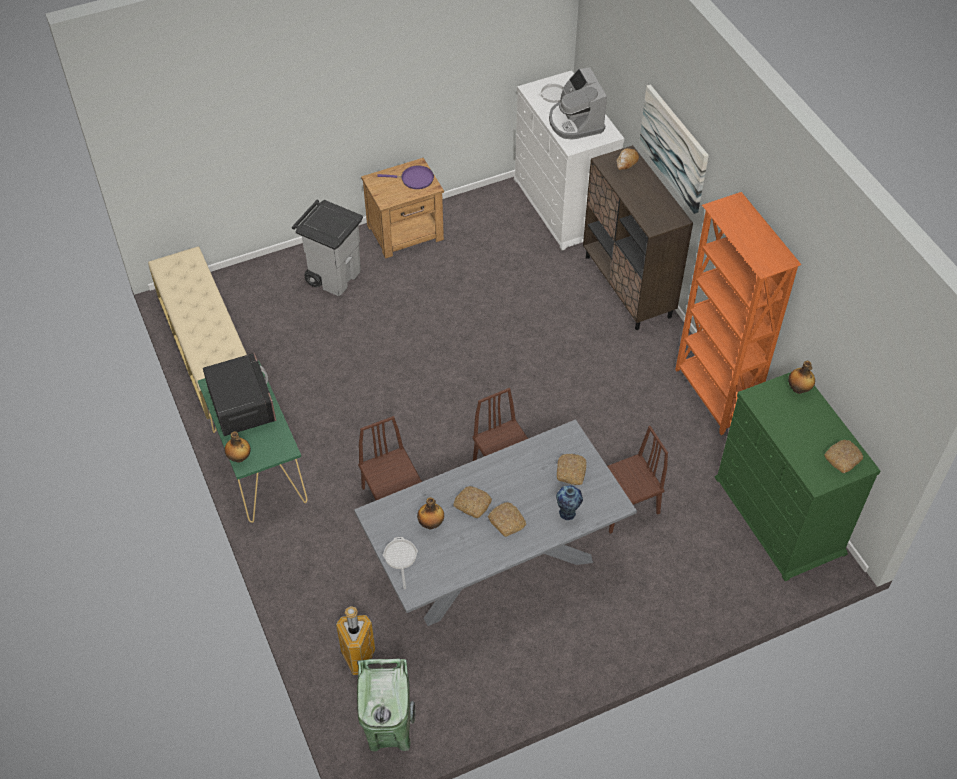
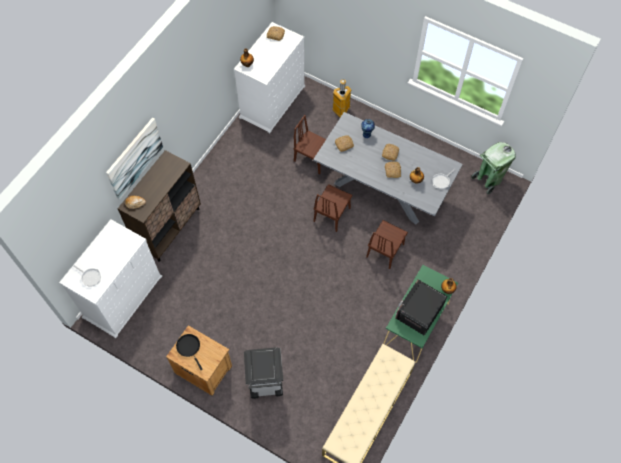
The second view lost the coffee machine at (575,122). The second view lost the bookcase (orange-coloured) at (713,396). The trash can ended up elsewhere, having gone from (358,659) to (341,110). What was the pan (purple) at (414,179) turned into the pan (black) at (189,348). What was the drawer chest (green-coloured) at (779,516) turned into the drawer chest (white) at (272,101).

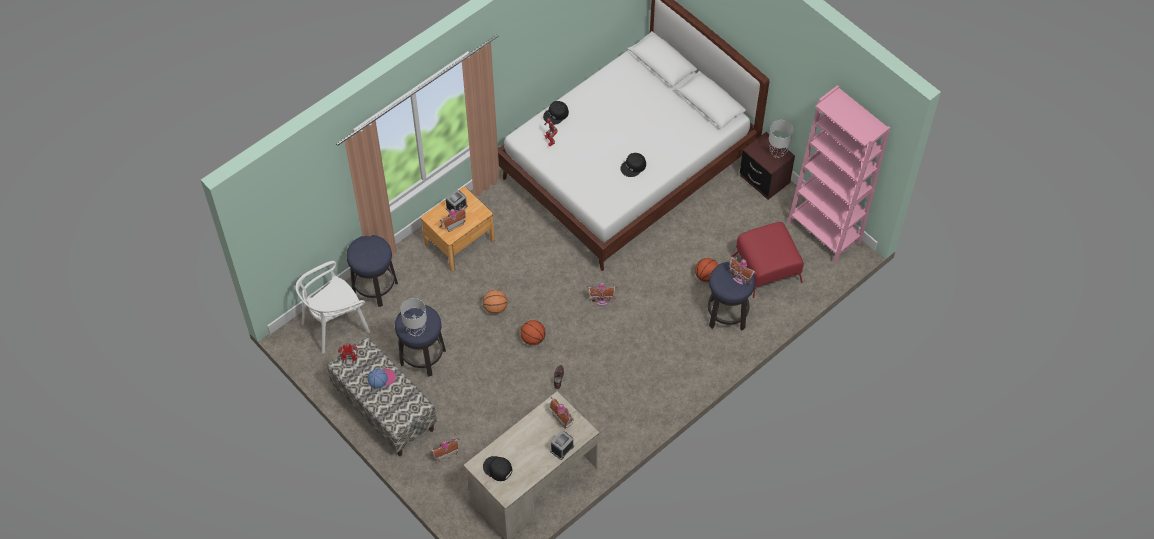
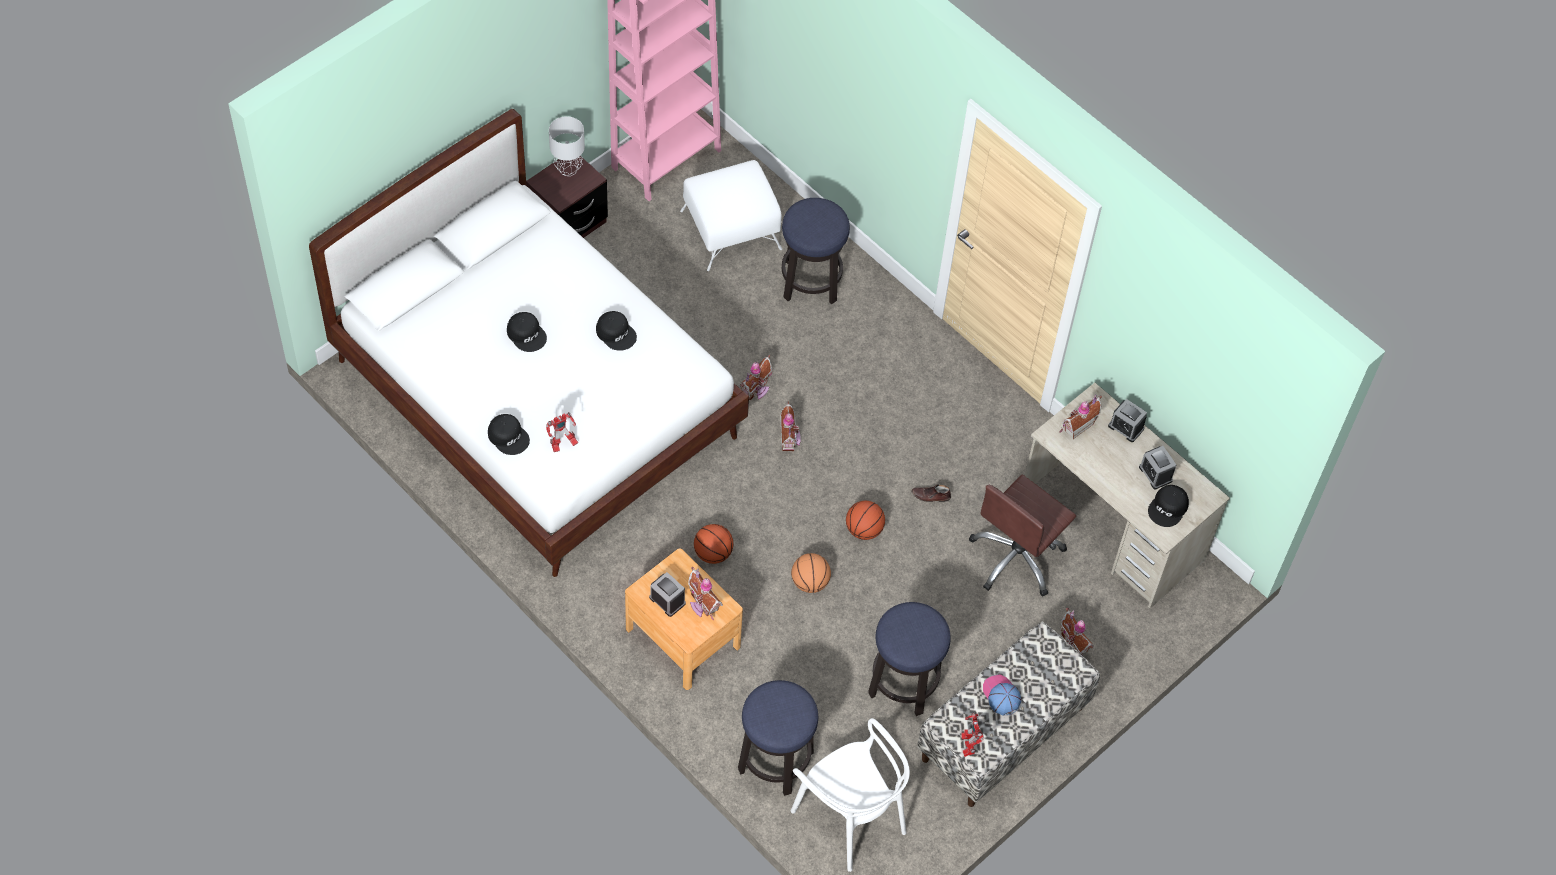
The second view lost the table lamp (greyish) at (416,330). The second view gained the baseball cap (black) at (527,334). The second view gained the computer chair (brownish) at (1017,557). The second view gained the alarm clock at (1155,474). The ball for basketball ended up elsewhere, having gone from (706,276) to (713,553). The toy house ended up elsewhere, having gone from (740,277) to (756,390). What was the footrest (reddish) at (767,269) turned into the footrest (white) at (731,230).

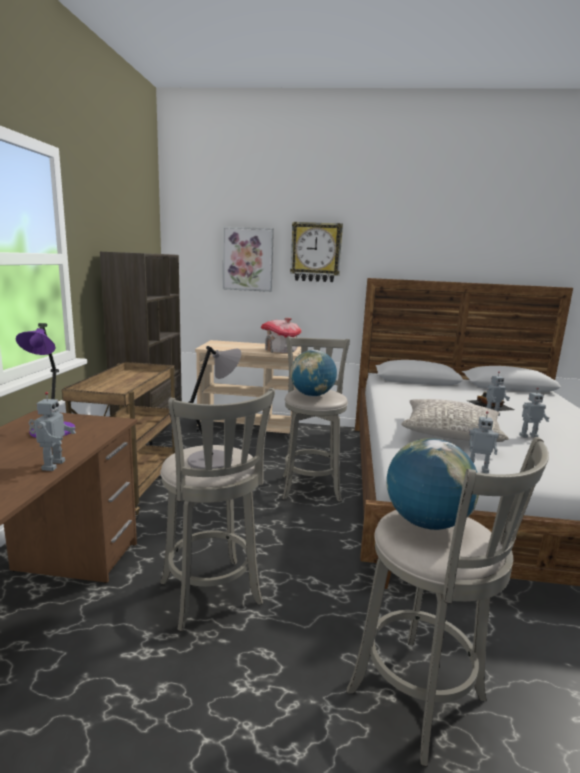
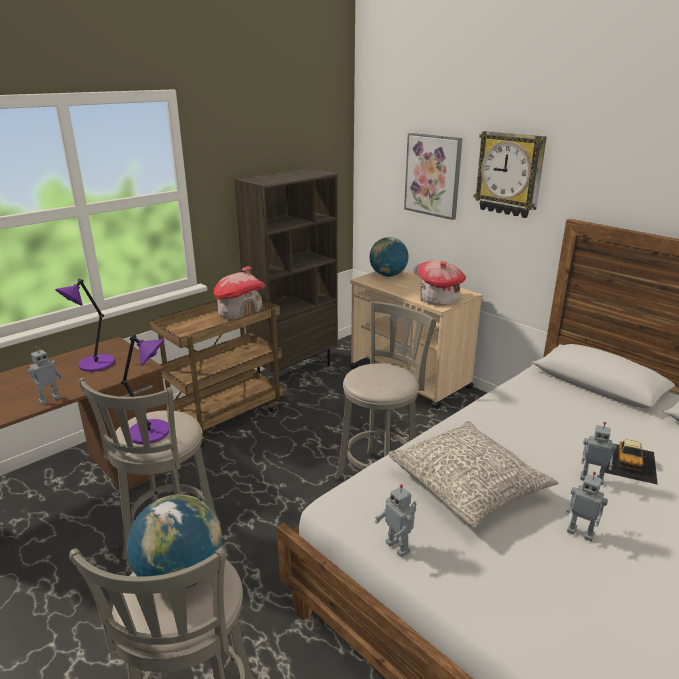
The second view gained the toy house at (240,313). The desk globe ended up elsewhere, having gone from (312,395) to (388,275). What was the table lamp (greyish) at (212,460) turned into the table lamp (purple) at (152,432).

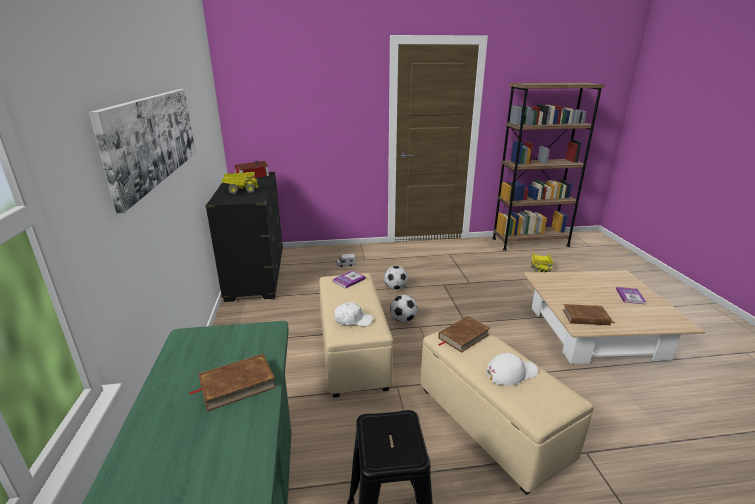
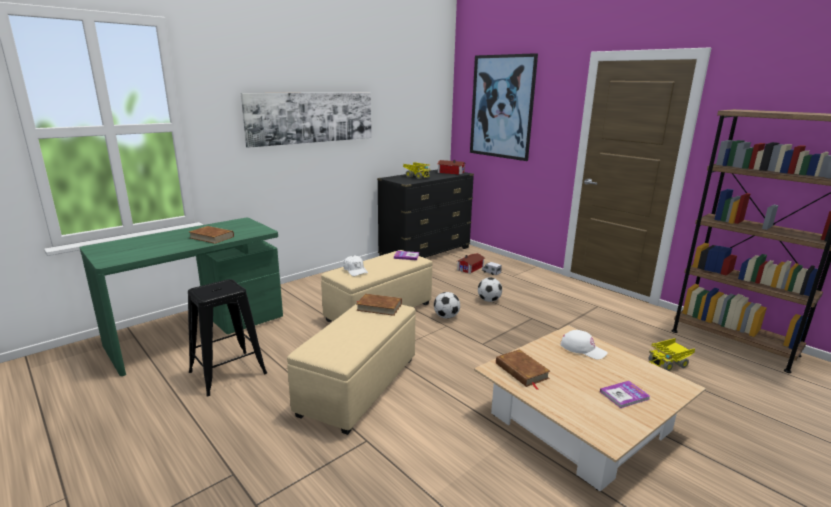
The second view gained the toy house at (471,268). The second view gained the wall art at (501,107). The baseball cap (white) ended up elsewhere, having gone from (511,372) to (583,349).

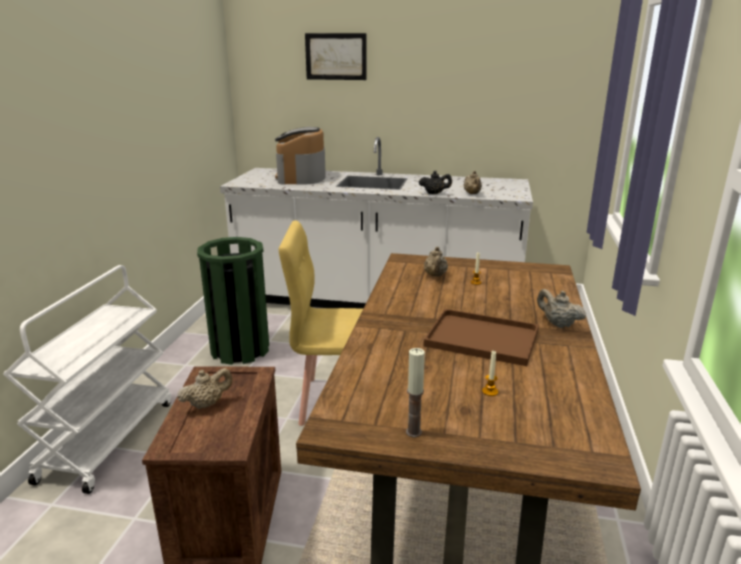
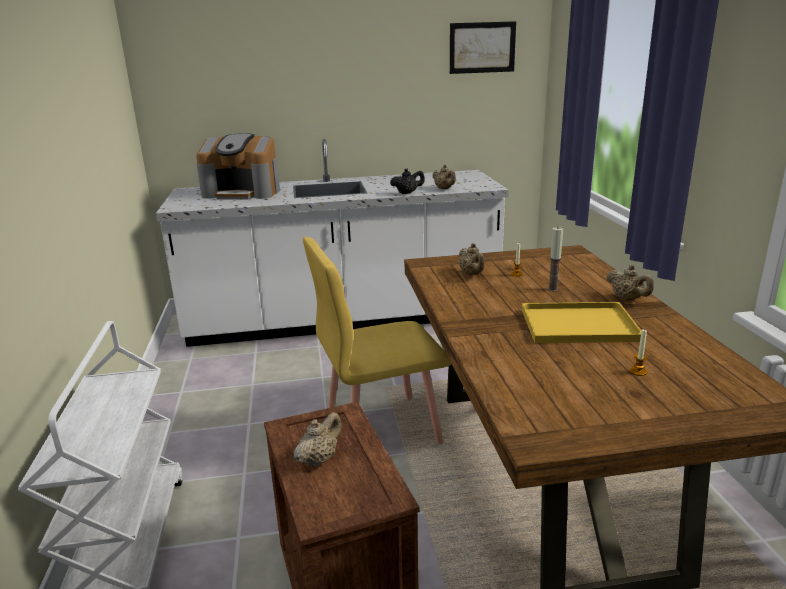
The second view lost the trash can (green-coloured) at (240,349). The wall art ended up elsewhere, having gone from (336,56) to (482,47). The wax candle ended up elsewhere, having gone from (413,432) to (553,289). What was the carrying tray (brownish) at (484,338) turned into the carrying tray (yellowish) at (580,324). The coffee machine at (301,177) ended up facing another way, 60 degrees counterclockwise from before. The tea pot (sand-coloured) at (558,324) ended up facing another way, 150 degrees counterclockwise from before.

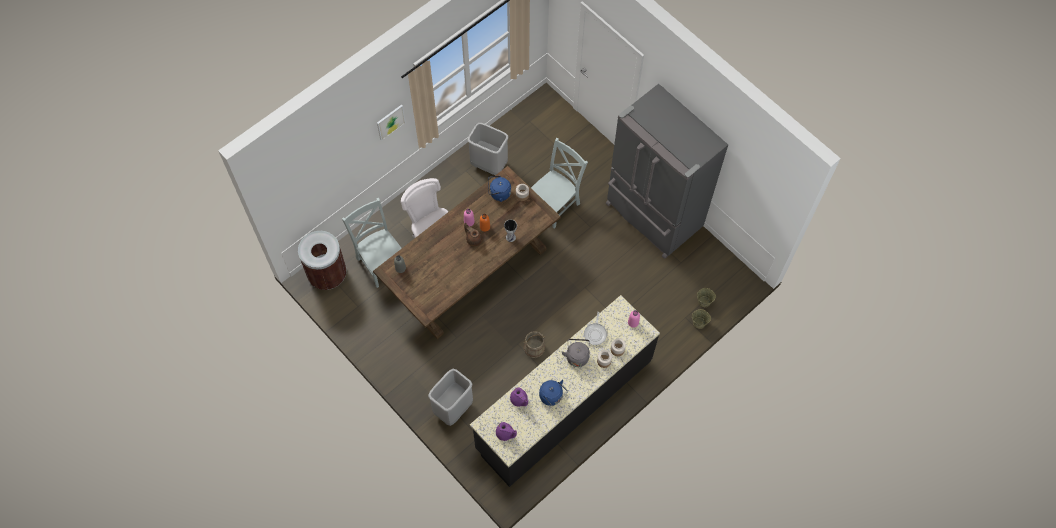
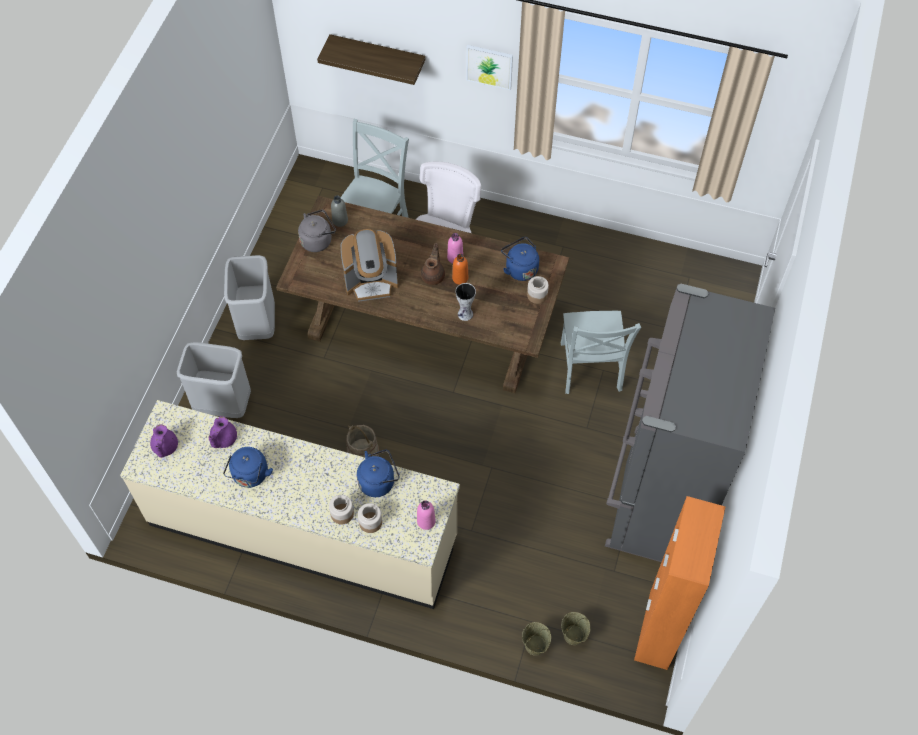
The second view lost the trash can (brownish) at (327,274). The second view gained the bracket shelf at (378,56). The second view gained the coffee machine at (371,282). The second view gained the cupboard (orange-coloured) at (658,630). The trash can (greyish) ended up elsewhere, having gone from (488,165) to (257,324). The kettle (greyish) ended up elsewhere, having gone from (577,356) to (318,240). Where the pan stood at (595,333), the kettle (blue) came to stand at (378,481). What was the kitchen counter (black) at (563,404) turned into the kitchen counter (sand-coloured) at (303,530). The upright chair (greyish) at (555,204) ended up facing another way, 75 degrees clockwise from before.

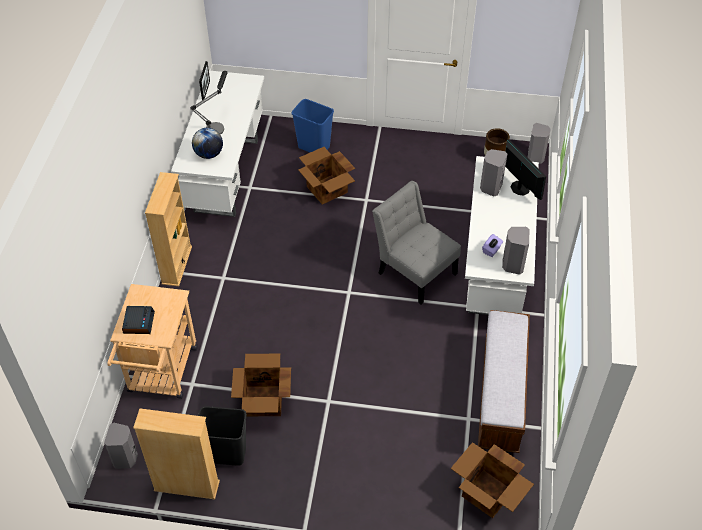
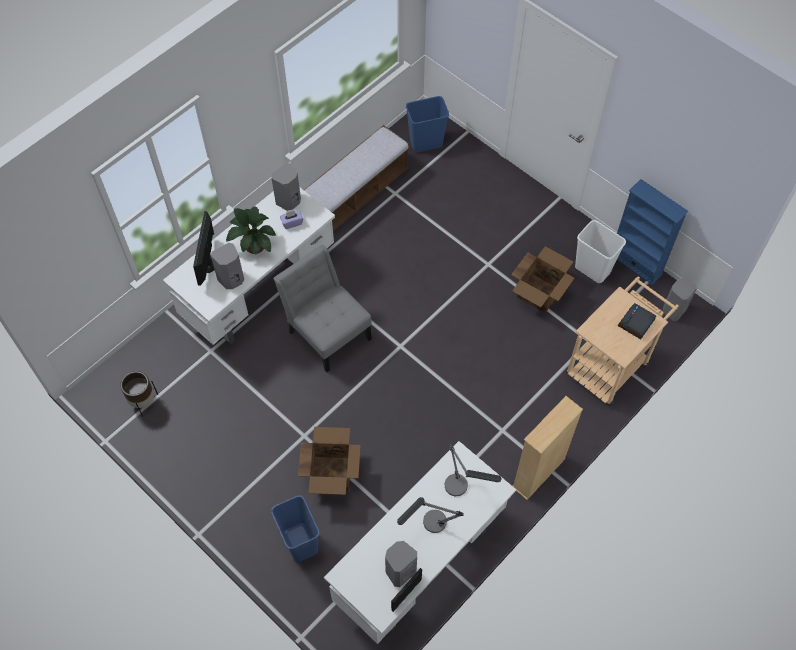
The second view gained the potted plant at (254,244). The loudspeaker (greyish) ended up elsewhere, having gone from (535,157) to (400,571). Where the desk globe stood at (209,154), the table lamp came to stand at (463,488). Where the carton stood at (488,494), the trash can (blue) came to stand at (426,142). What was the bookcase (sand-coloured) at (186,486) turned into the bookcase (blue) at (636,263). What was the trash can (black) at (226,454) turned into the trash can (white) at (593,269). The upright chair (greyish) at (414,270) ended up facing another way, 150 degrees clockwise from before.

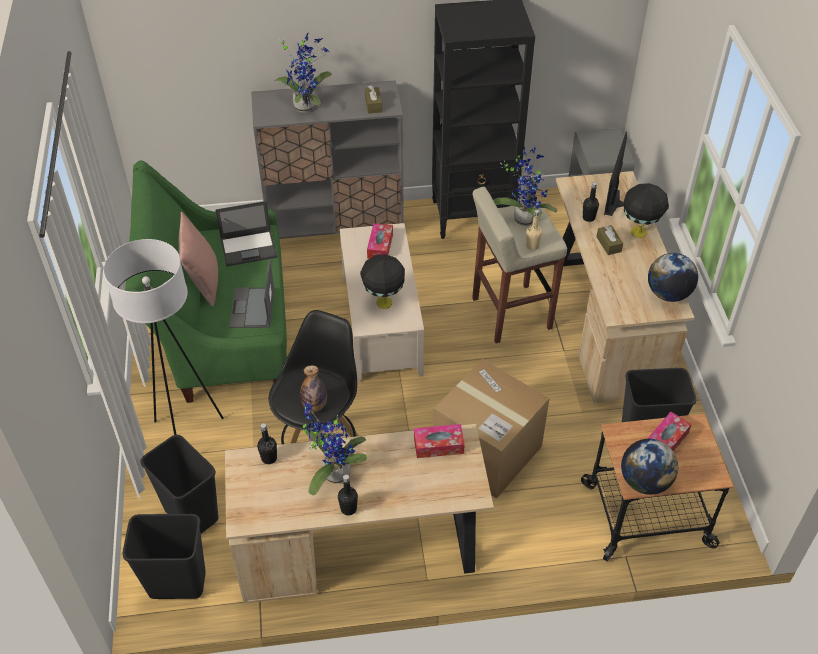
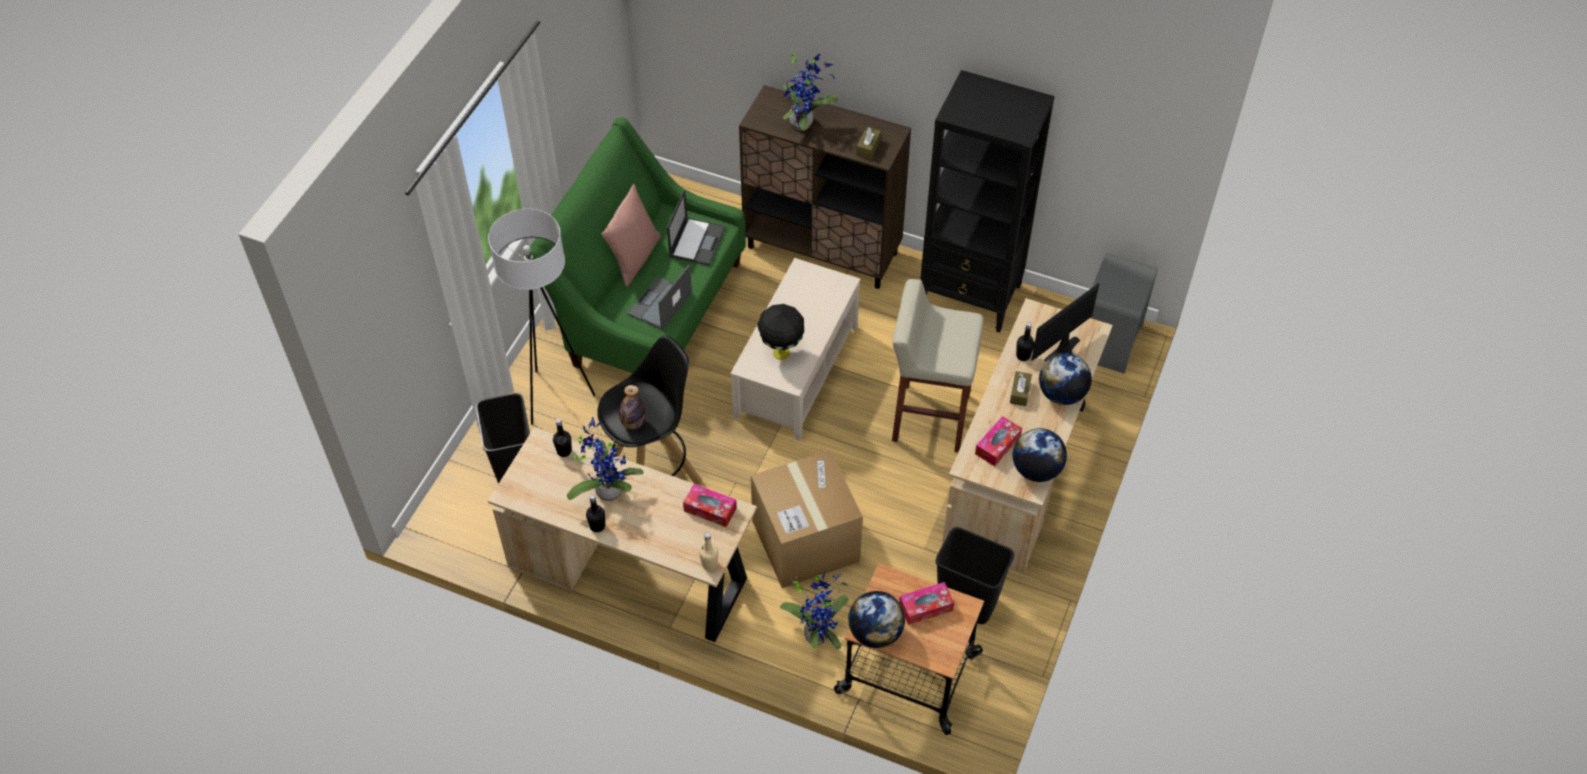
The second view lost the trash can (black) at (178,582). The box of tissues ended up elsewhere, having gone from (380,246) to (997,445). The potted plant ended up elsewhere, having gone from (524,217) to (818,632). The bottle (sand-coloured) ended up elsewhere, having gone from (532,246) to (709,564). Where the table lamp (black) stood at (639,232), the desk globe came to stand at (1061,394). What was the cupboard (greyish) at (336,228) turned into the cupboard (brownish) at (823,250). The notebook computer at (249,248) ended up facing another way, 90 degrees counterclockwise from before.

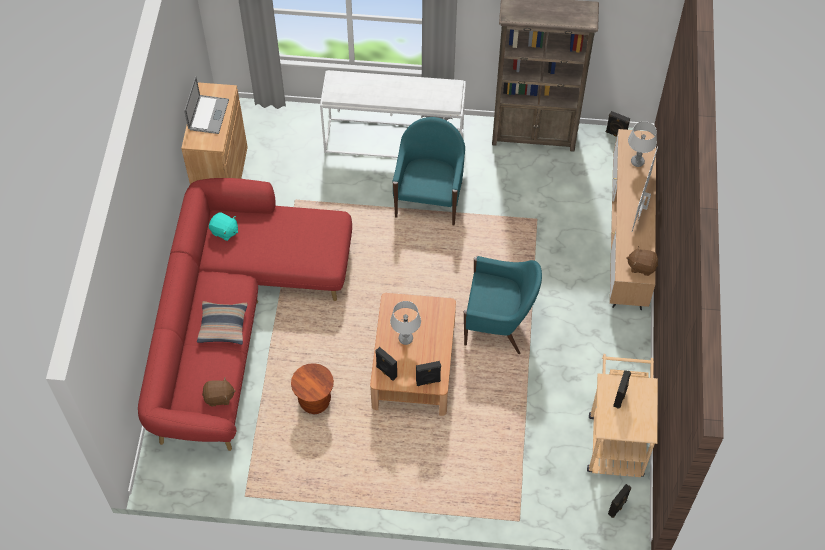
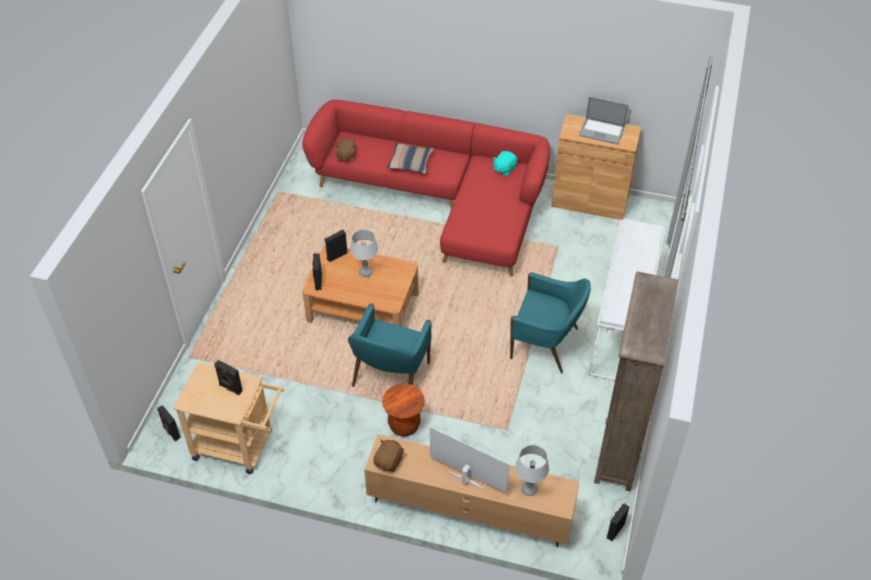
The sitting stool (brownish) ended up elsewhere, having gone from (314,401) to (404,425).

